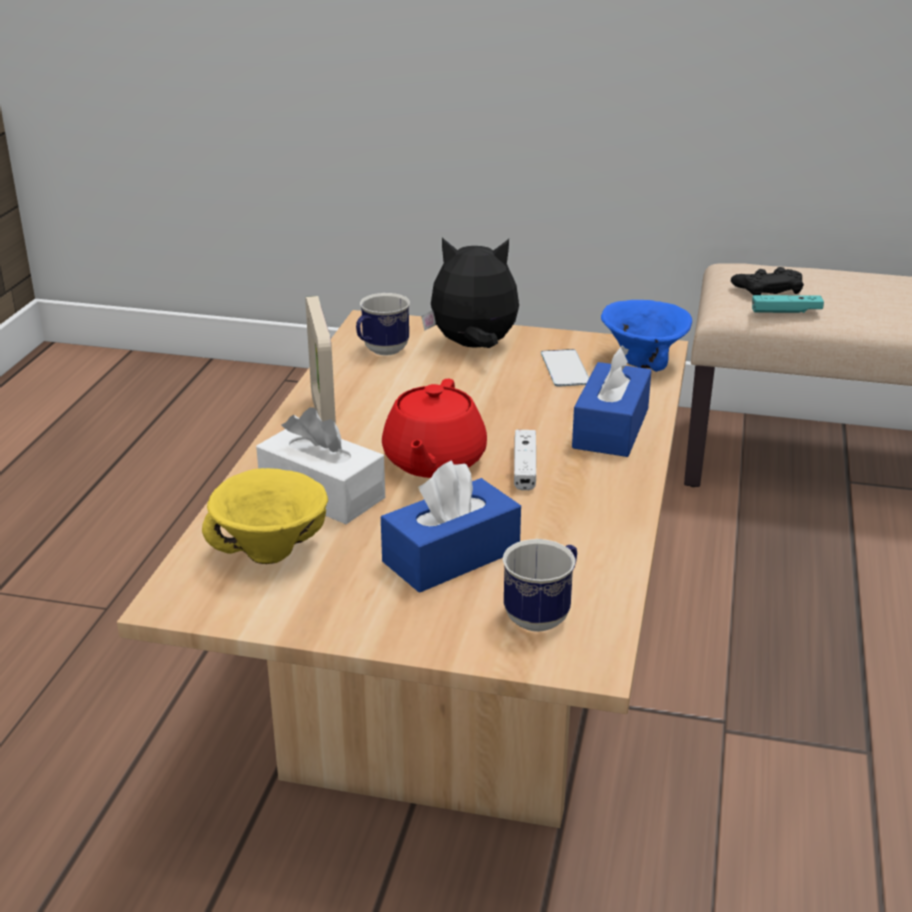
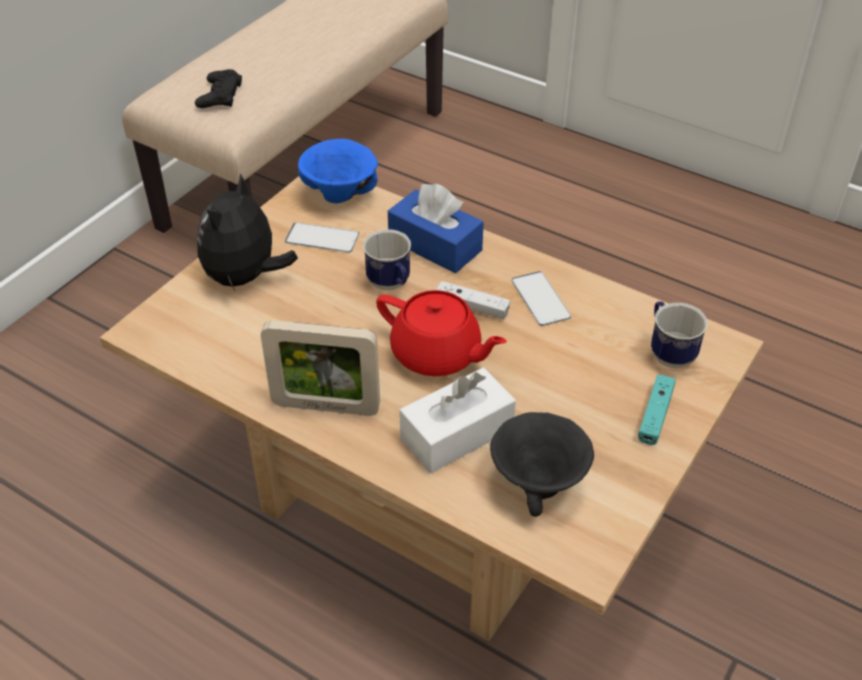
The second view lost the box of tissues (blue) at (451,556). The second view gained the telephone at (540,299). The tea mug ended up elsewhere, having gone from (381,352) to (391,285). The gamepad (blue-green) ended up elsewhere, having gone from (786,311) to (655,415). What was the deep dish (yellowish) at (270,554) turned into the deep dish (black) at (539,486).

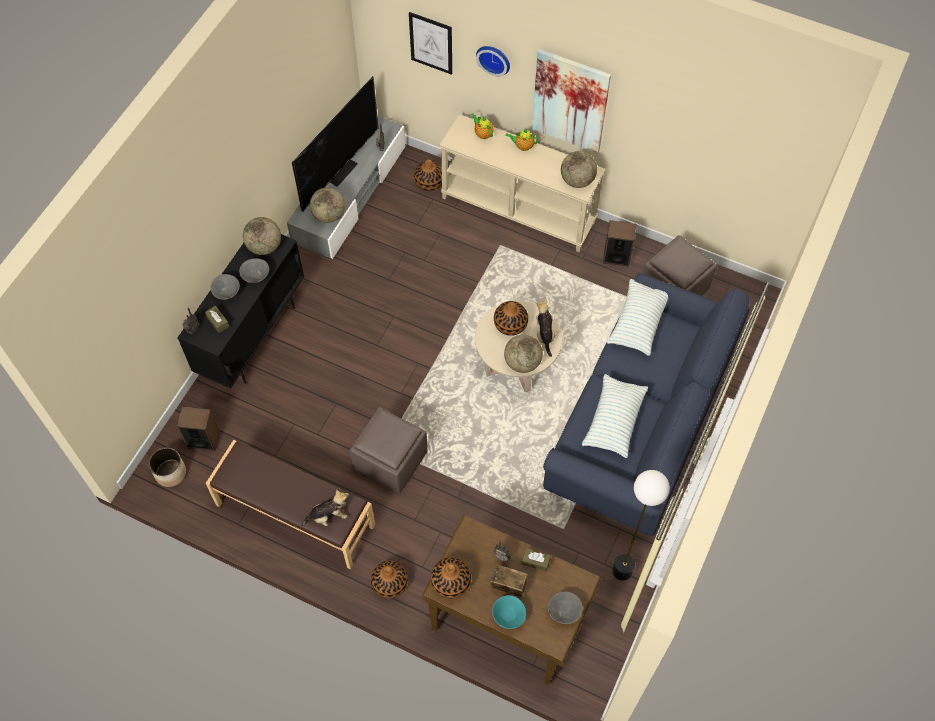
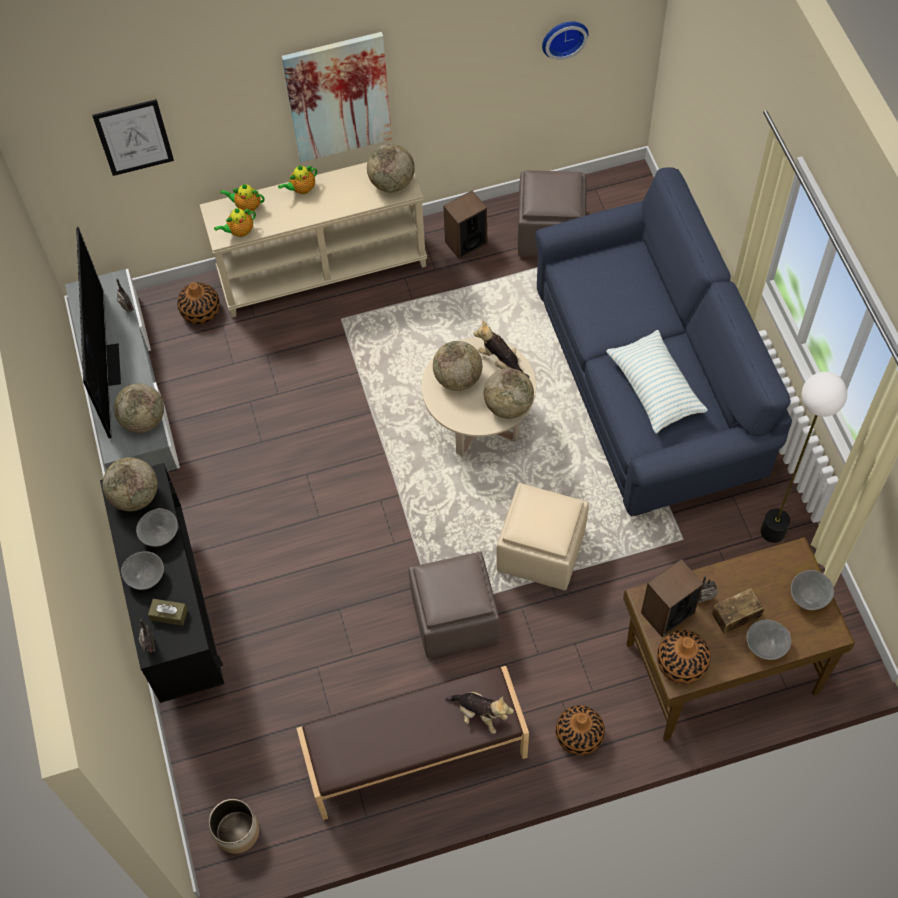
The second view lost the box of tissues (brownish) at (535,561). The second view lost the cushion at (638,323). The second view gained the tea pot at (239,231). The second view gained the footrest (sand-coloured) at (542,550). The loudspeaker ended up elsewhere, having gone from (203,439) to (667,613). The wall clock ended up elsewhere, having gone from (494,58) to (563,37). Where the vase stood at (510,324), the desk globe came to stand at (458,378). What was the deep dish (blue-green) at (508,616) turned into the deep dish (greyish) at (766,646). The plush toy at (328,516) ended up facing another way, 90 degrees clockwise from before.

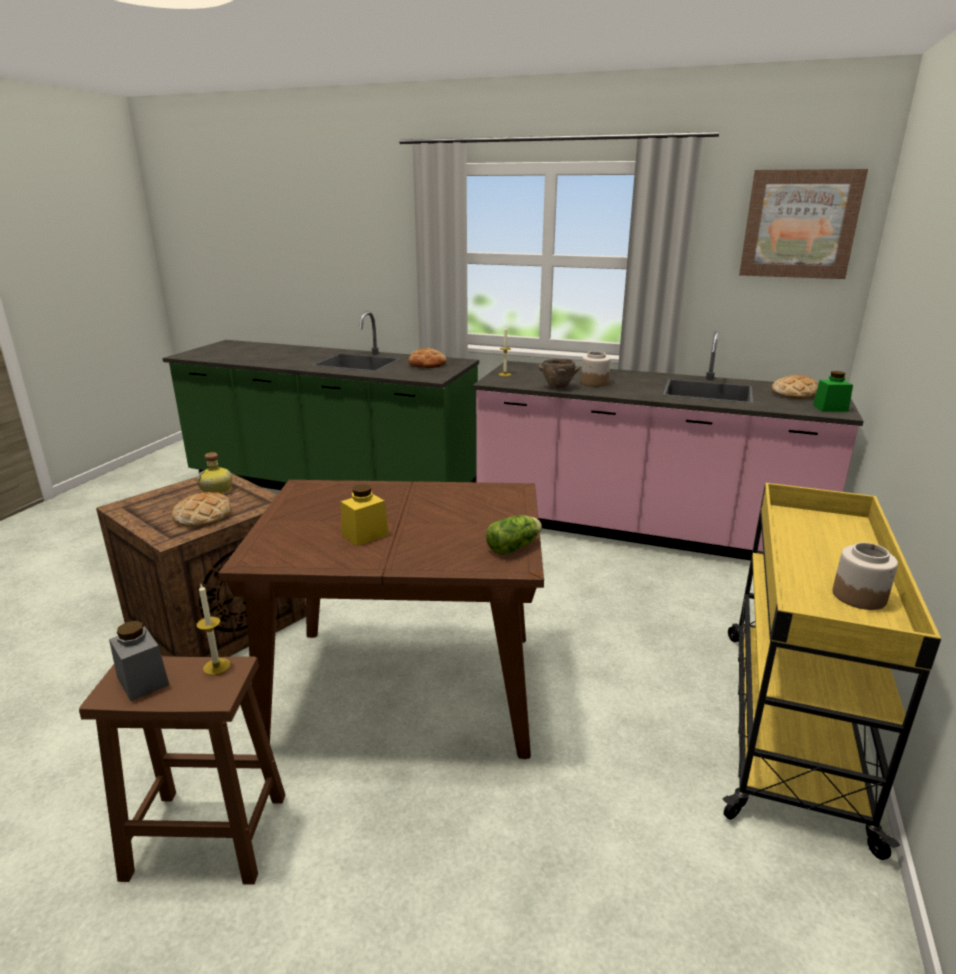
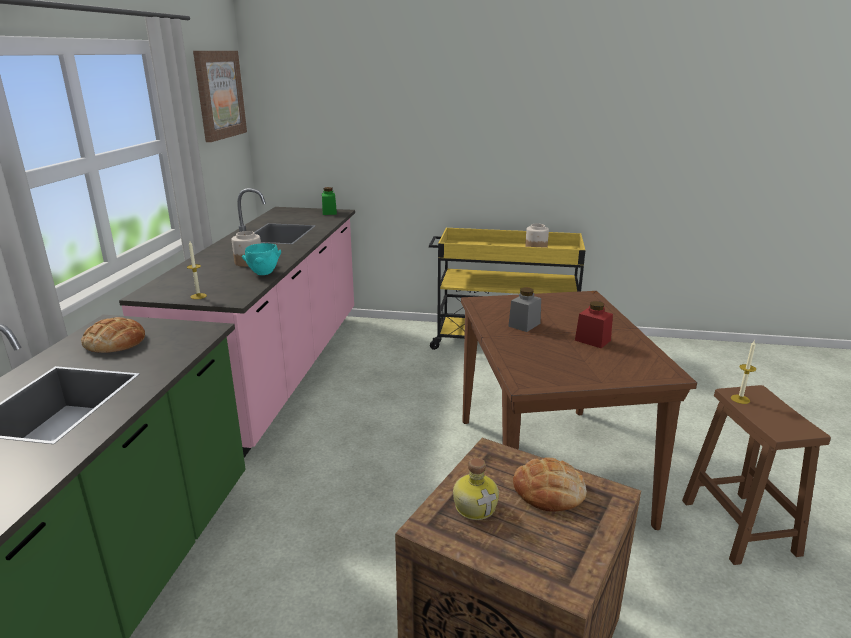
The second view lost the lettuce head at (515,547). The second view lost the bread at (795,393). The storage jar (greyish) ended up elsewhere, having gone from (143,681) to (524,325). What was the storage jar (yellowish) at (365,535) turned into the storage jar (reddish) at (592,340). What was the deep dish (brownish) at (558,387) turned into the deep dish (blue-green) at (263,273).

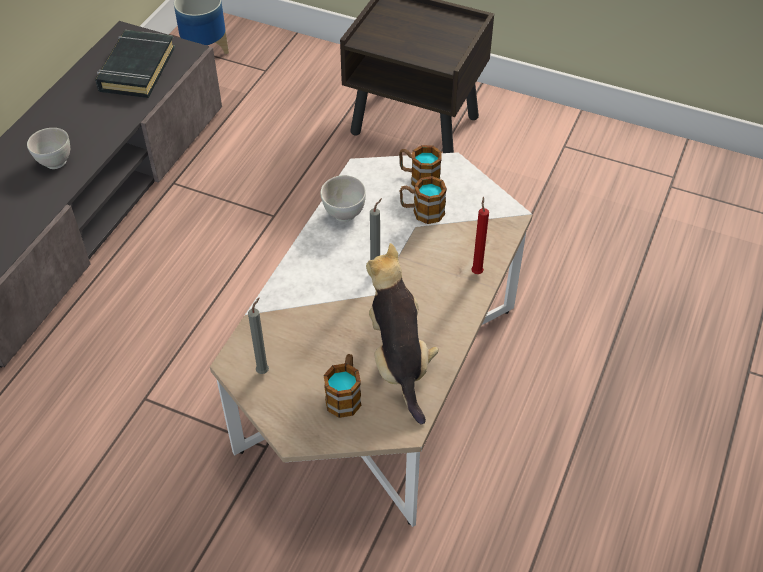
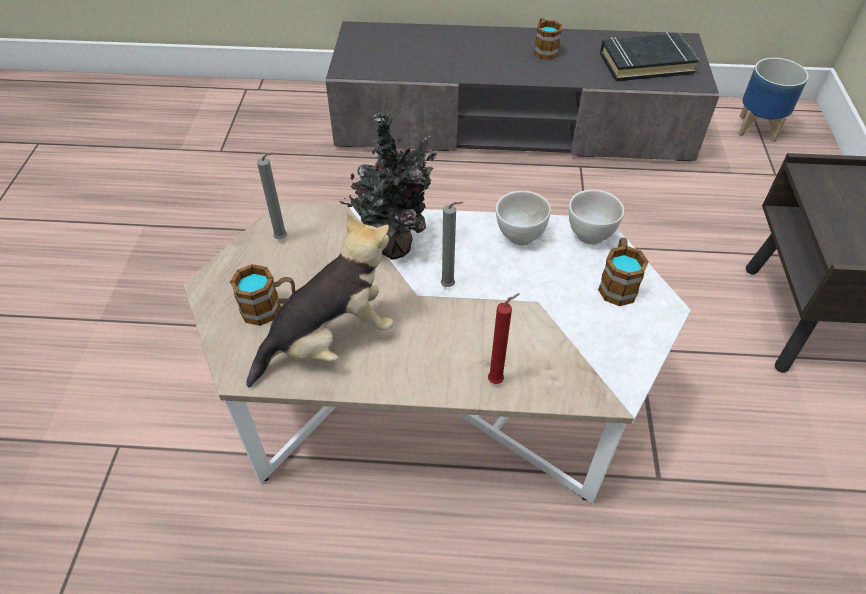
The second view gained the potted plant at (395,243). The deep dish (white) ended up elsewhere, having gone from (54,162) to (590,234). The tea mug ended up elsewhere, having gone from (422,211) to (544,50).

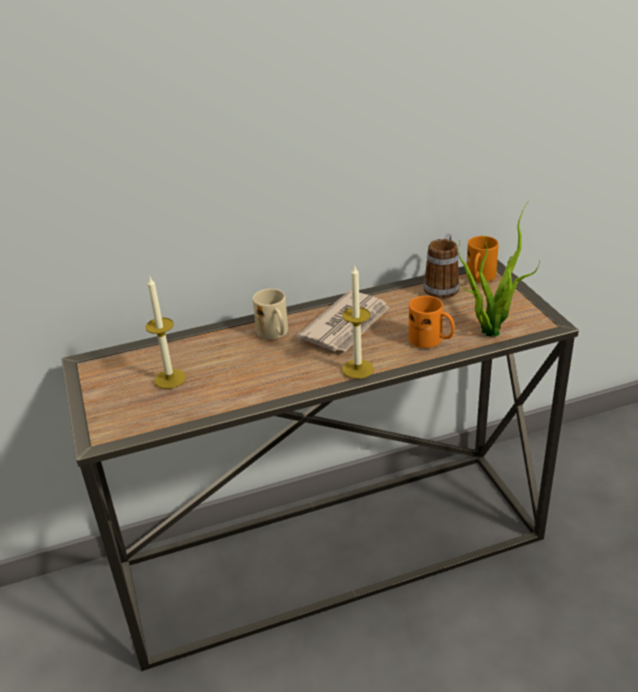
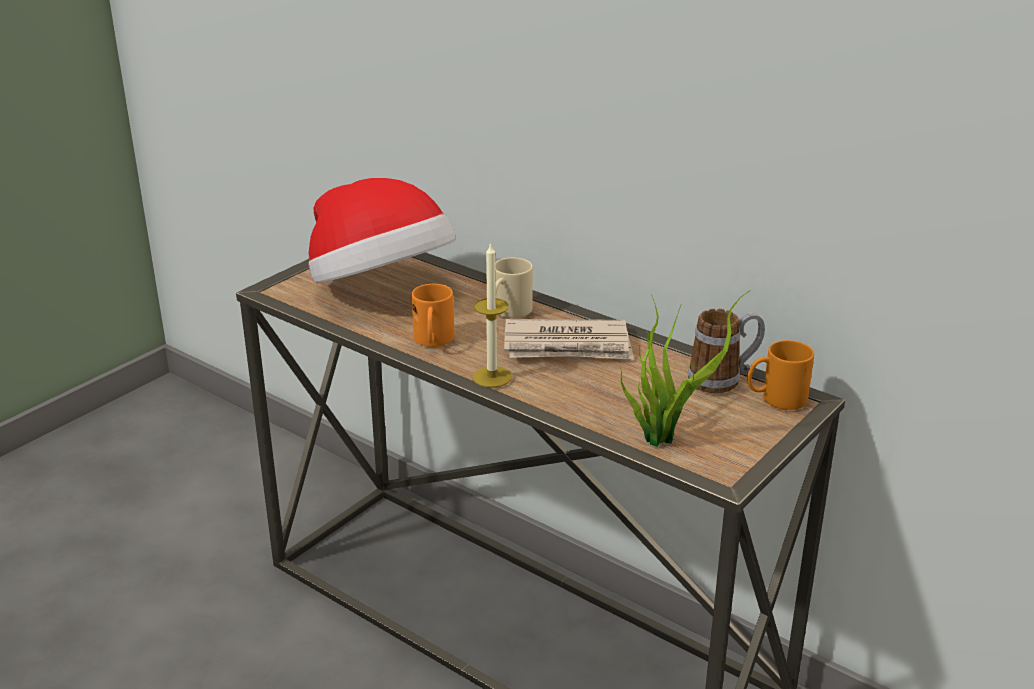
The tea mug (orange-coloured) ended up elsewhere, having gone from (432,340) to (433,341). Where the wax candle stood at (170,379), the clothing hat came to stand at (380,288).

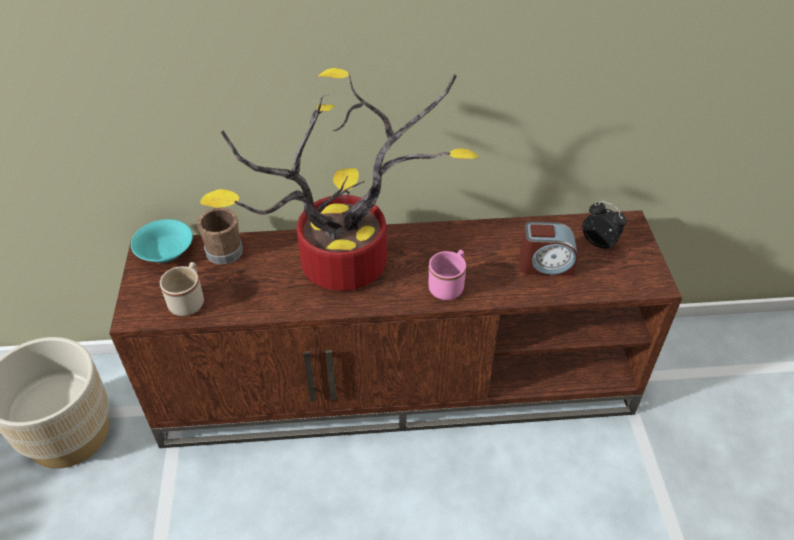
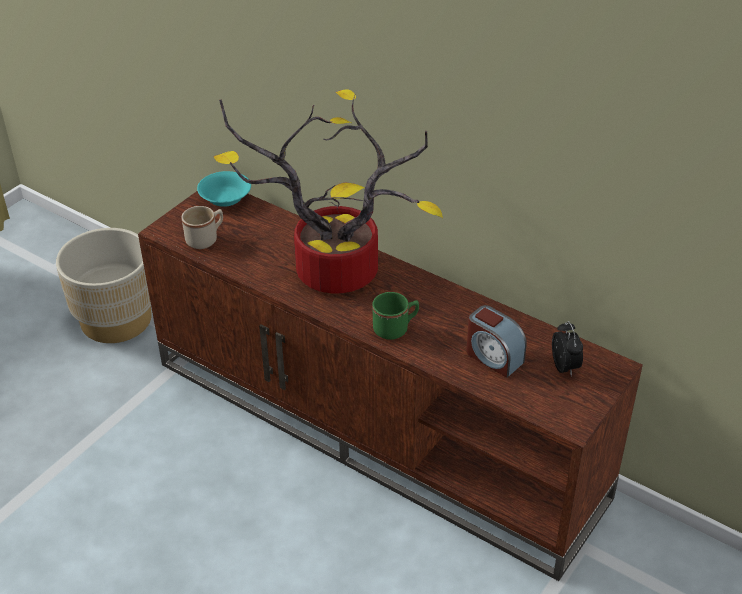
The second view lost the tea mug (brownish) at (225,248). What was the tea mug (pink) at (448,285) turned into the tea mug (green-coloured) at (395,328).

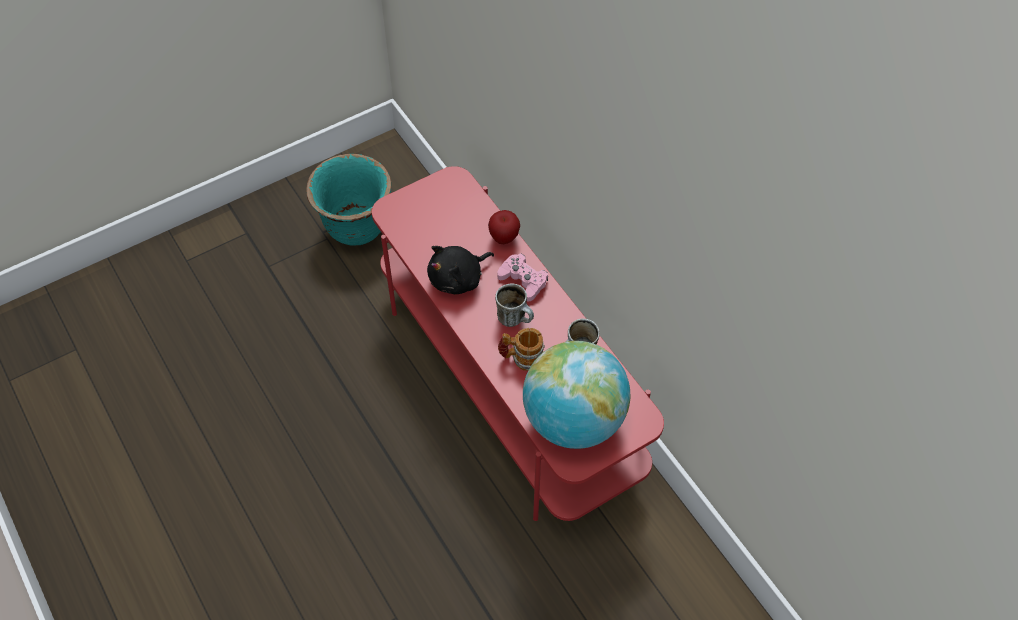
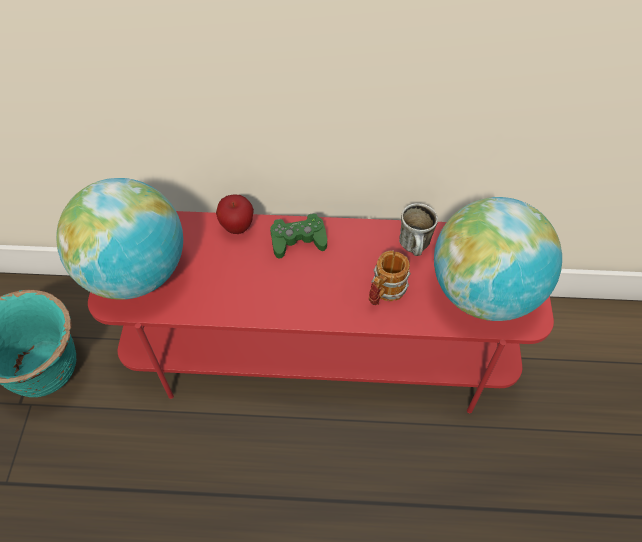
The second view lost the plush toy (black) at (458,279). The second view lost the tea mug at (515,319). The second view gained the desk globe at (135,272). What was the gamepad (pink) at (523,280) turned into the gamepad (green-coloured) at (298,240).

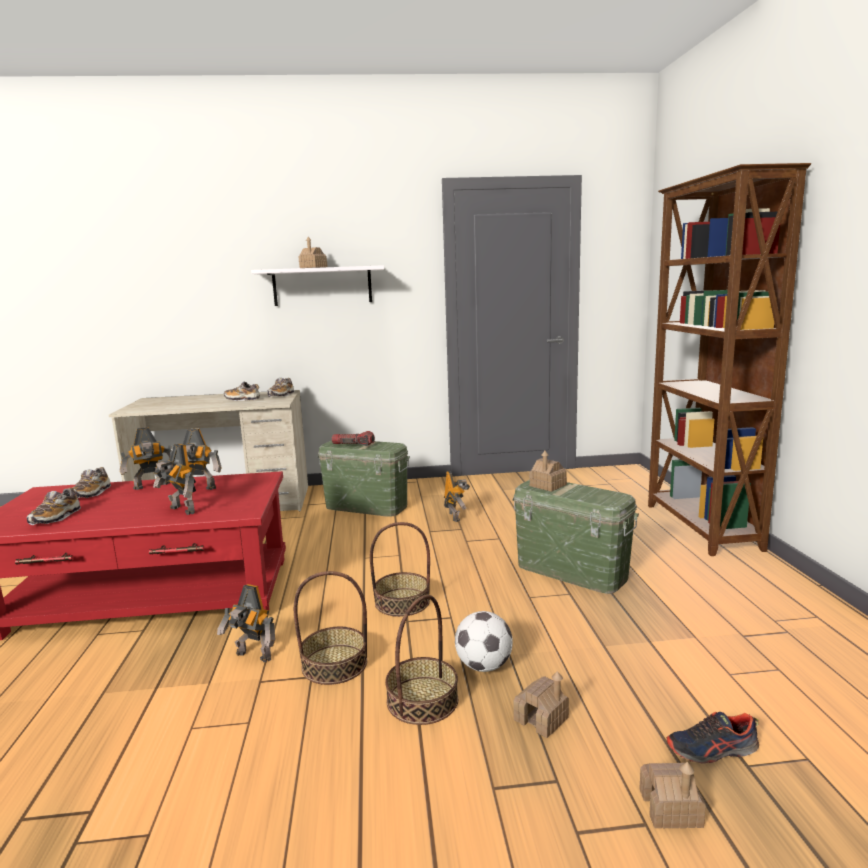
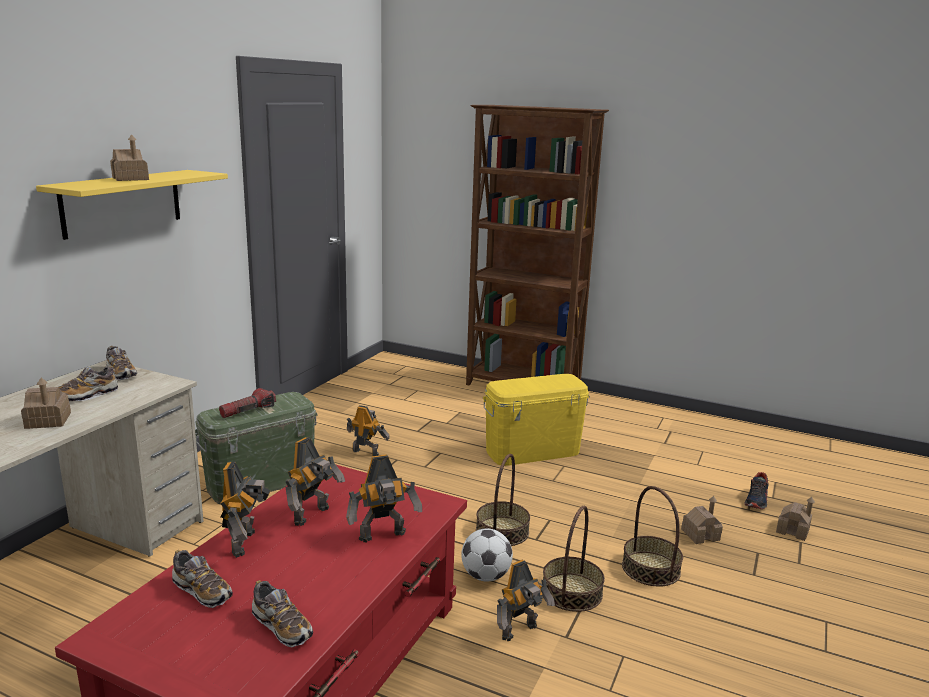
The football ended up elsewhere, having gone from (484,666) to (485,576). The toy house ended up elsewhere, having gone from (548,485) to (48,421). What was the bracket shelf (white) at (322,286) turned into the bracket shelf (yellowish) at (122,202). What was the storage box (green-coloured) at (571,571) turned into the storage box (yellowish) at (532,451).

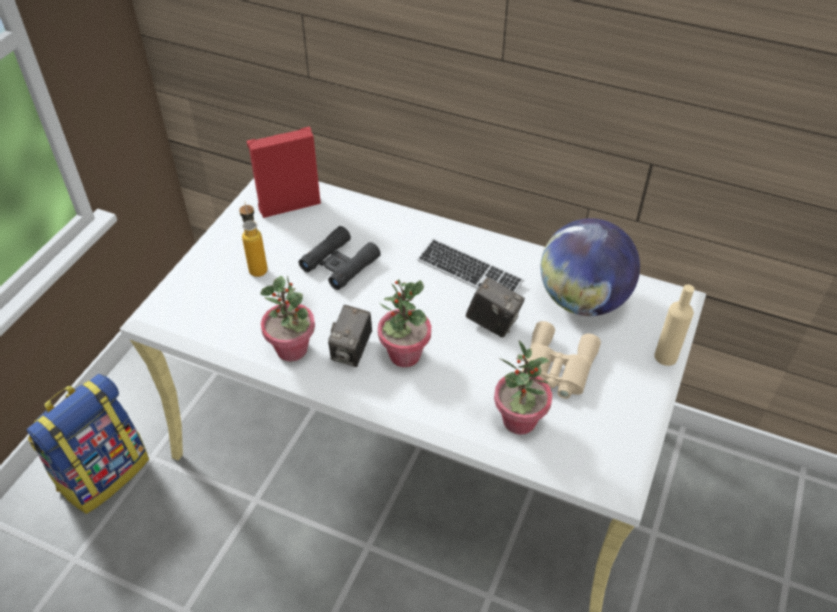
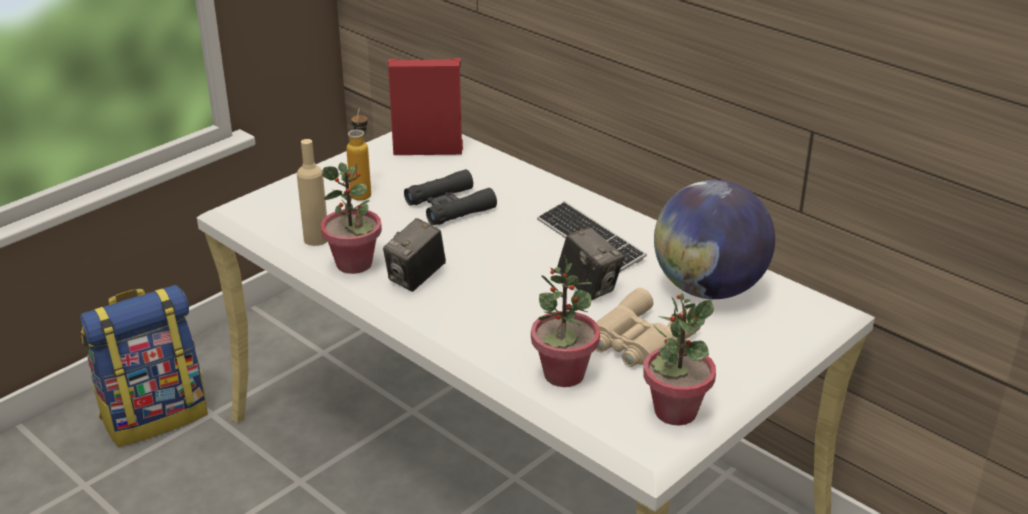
The potted plant ended up elsewhere, having gone from (404,355) to (675,411). The bottle (sand-coloured) ended up elsewhere, having gone from (665,356) to (316,239).

